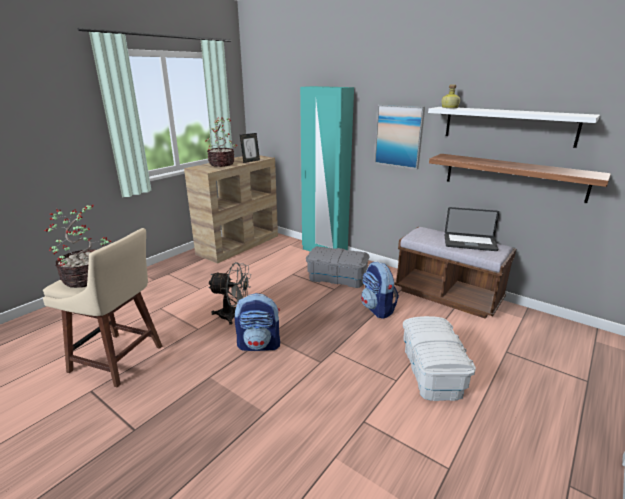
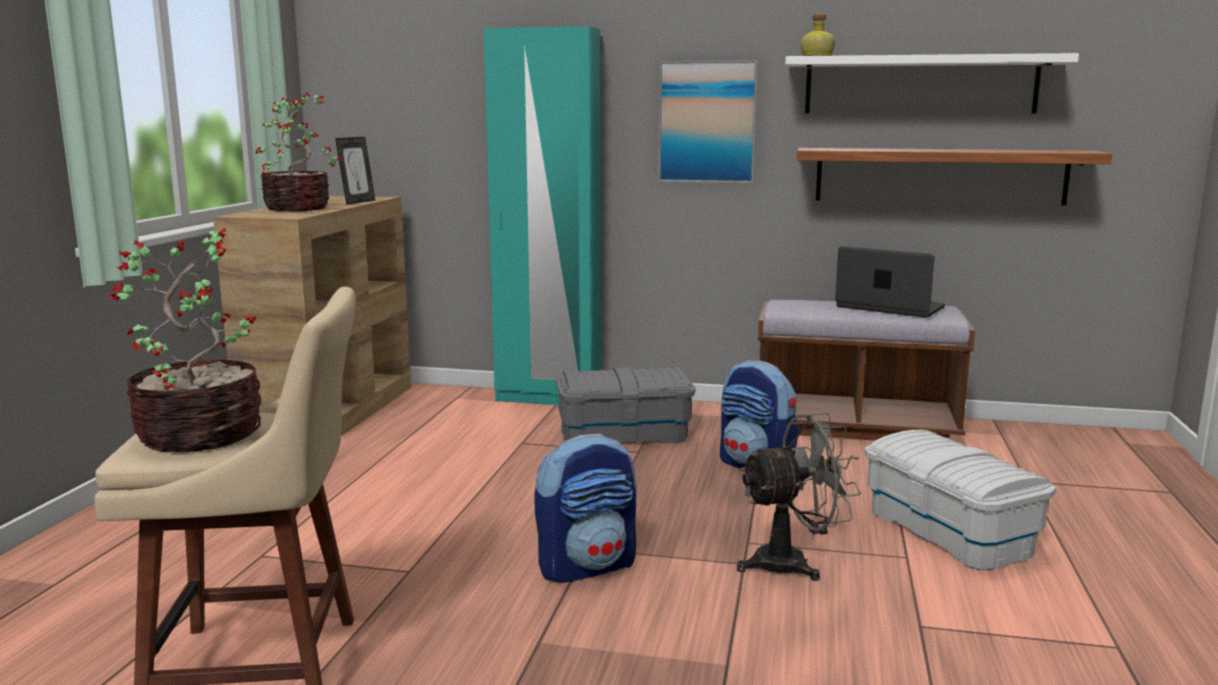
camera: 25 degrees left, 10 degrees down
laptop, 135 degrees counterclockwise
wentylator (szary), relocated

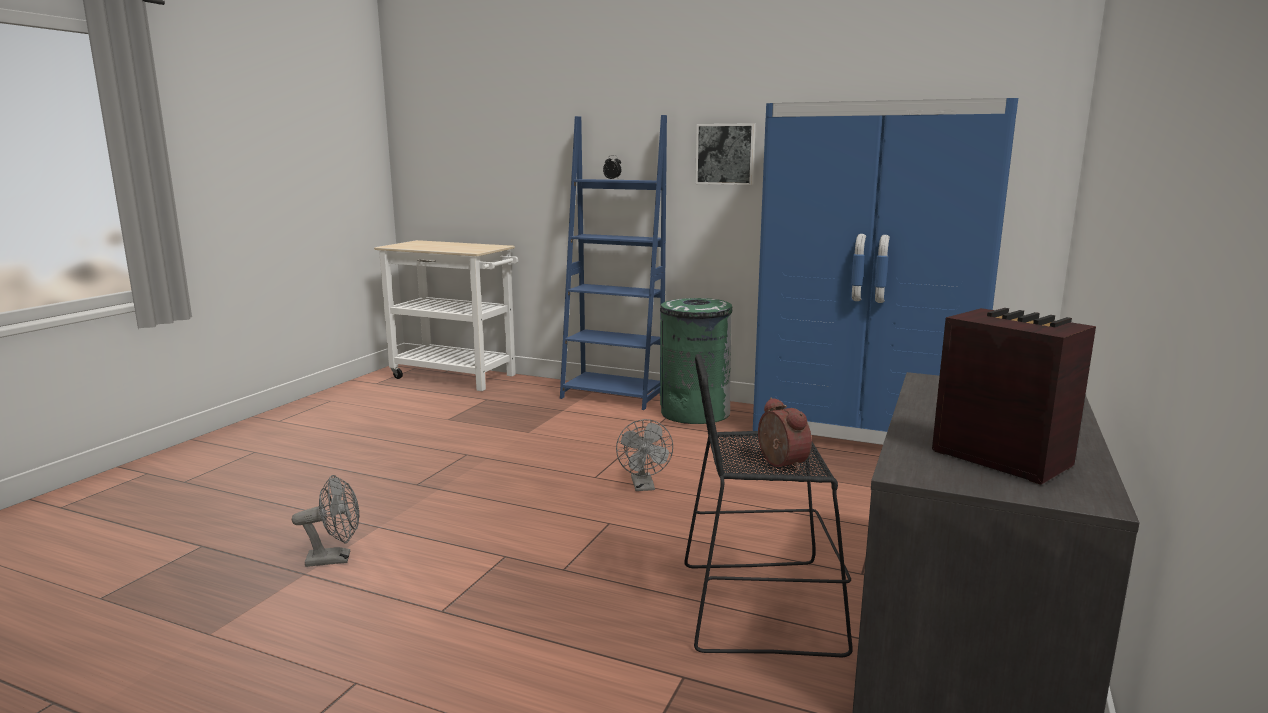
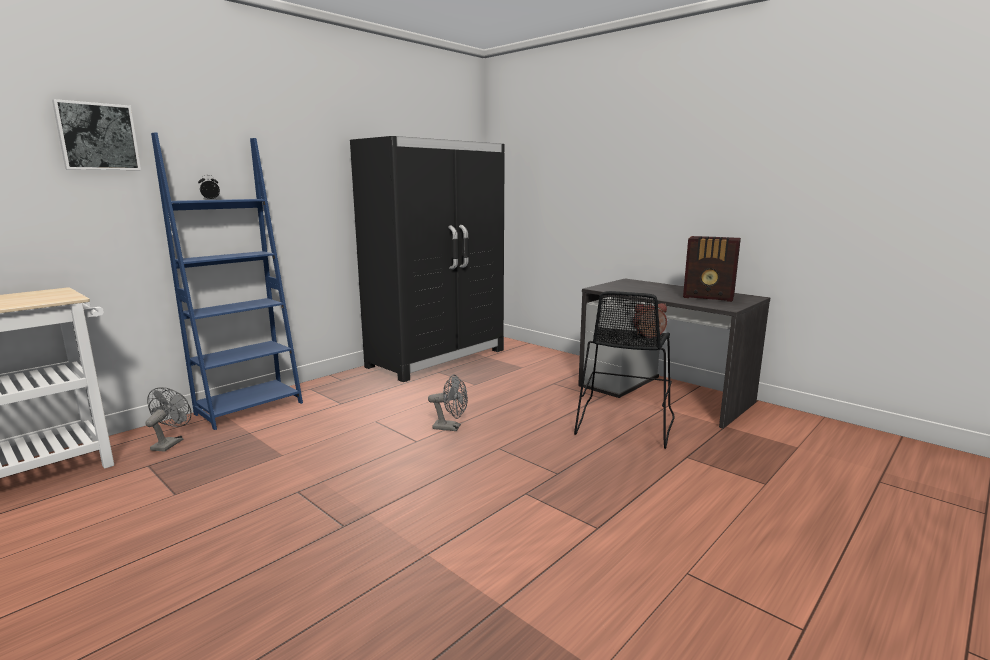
camera: 70 degrees left, 0 degrees up
szafka (niebieski) => szafka (czarny)
obraz, relocated
kosz na śmieci (zielony) => nothing
radio, 135 degrees counterclockwise
wentylator (szary) (no. 1 from left), relocated

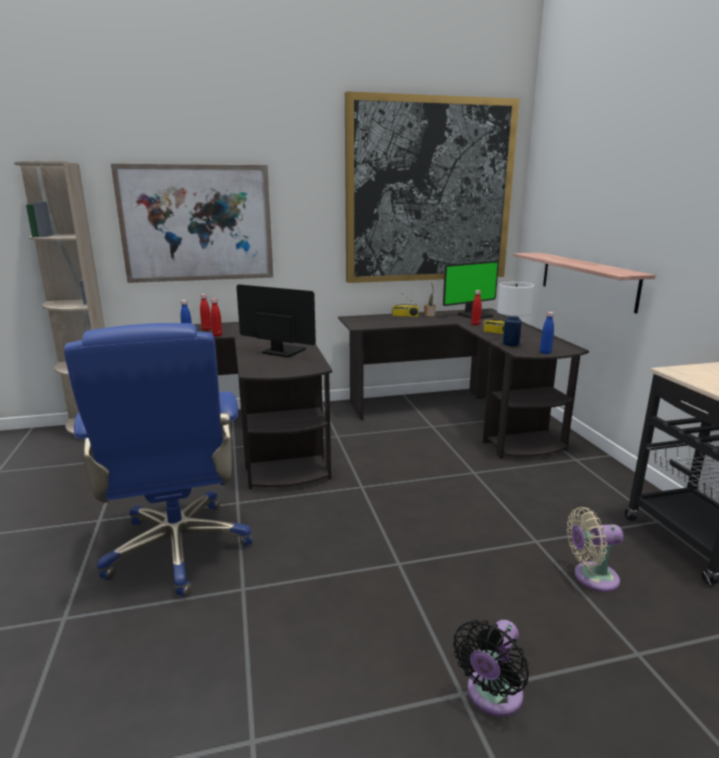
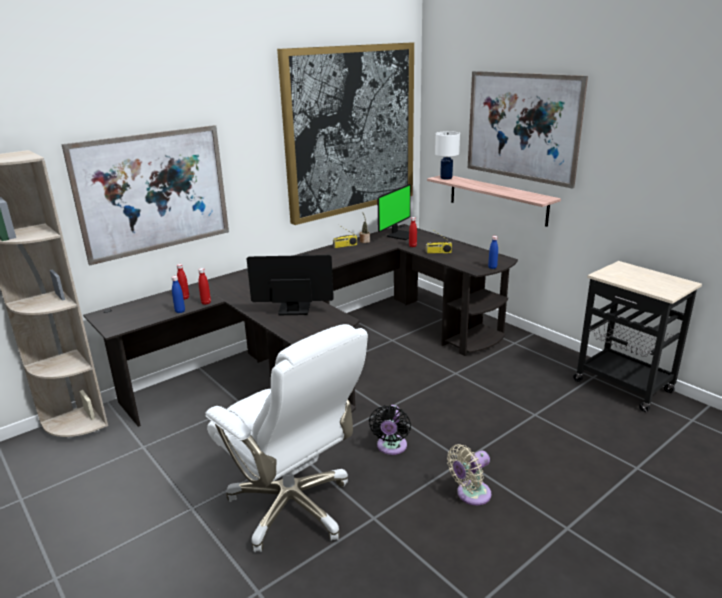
camera: 25 degrees left, 5 degrees up
lampa stołowa (biały), relocated
krzesło biurowe (niebieski) => krzesło biurowe (biały)
wentylator (beżowy), relocated
wentylator (czarny), relocated
nothing => obraz (no. 3 from left)

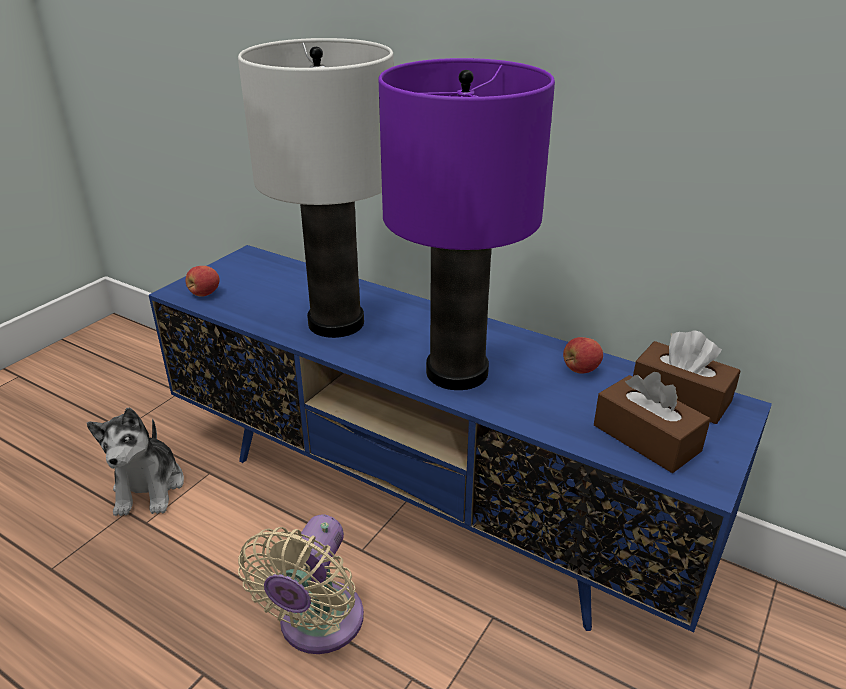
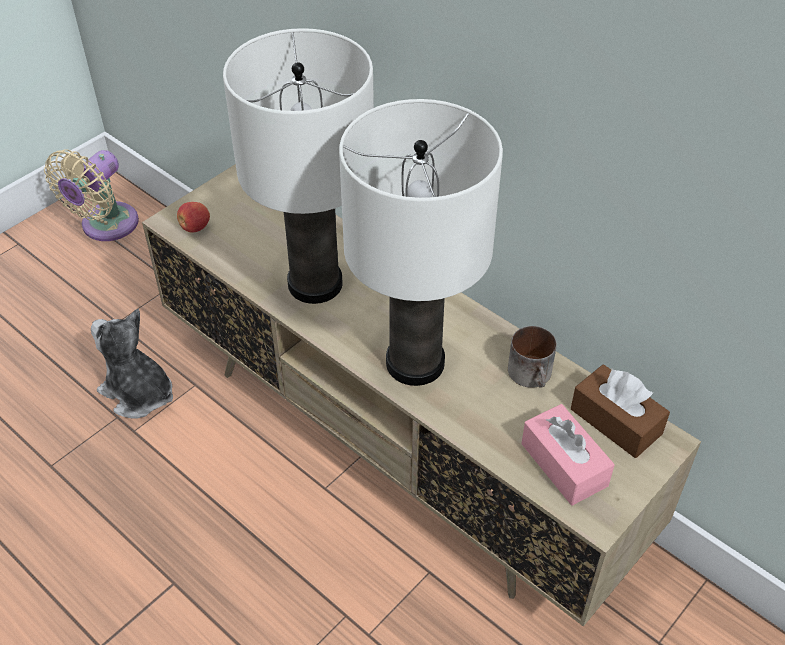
camera: 10 degrees right, 15 degrees up
lampa stołowa (fioletowy) => lampa stołowa (biały) (no. 2 from left)
szafka pod telewizor (niebieski) => szafka pod telewizor (beżowy)
jabłko (no. 2 from left) => kubek
pudełko chusteczek (brązowy) (no. 1 from left) => pudełko chusteczek (różowy)
pluszak, 120 degrees clockwise
wentylator (beżowy), relocated

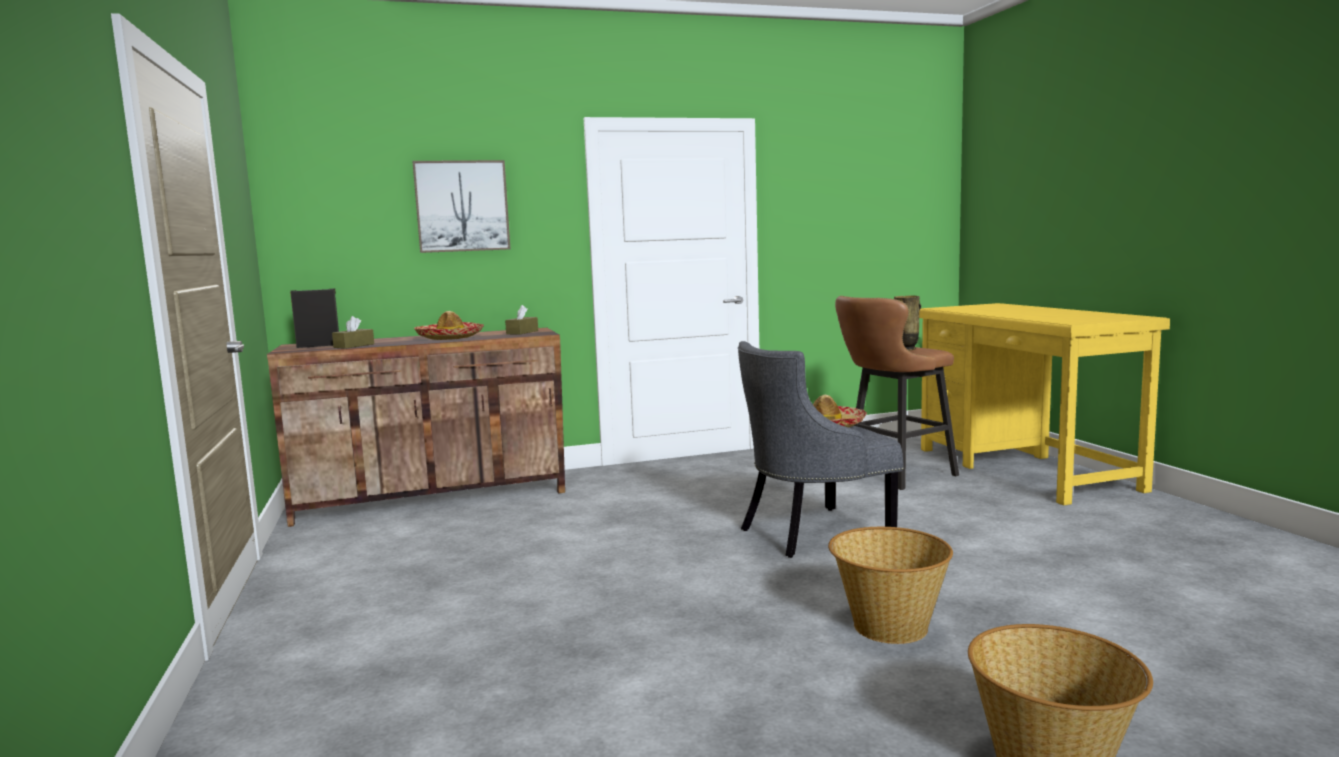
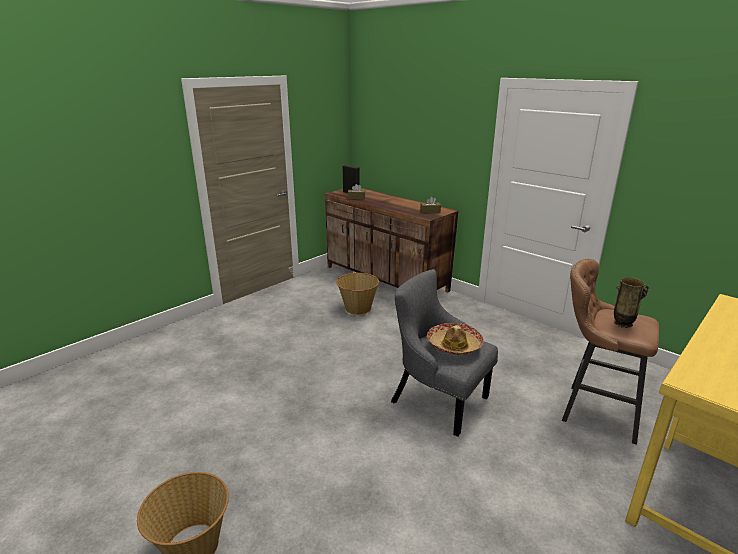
camera: 60 degrees right, 15 degrees up
obraz => nothing
kapelusz (no. 1 from left) => nothing
koszyk (no. 1 from left in the first image) => koszyk (no. 2 from left), relocated

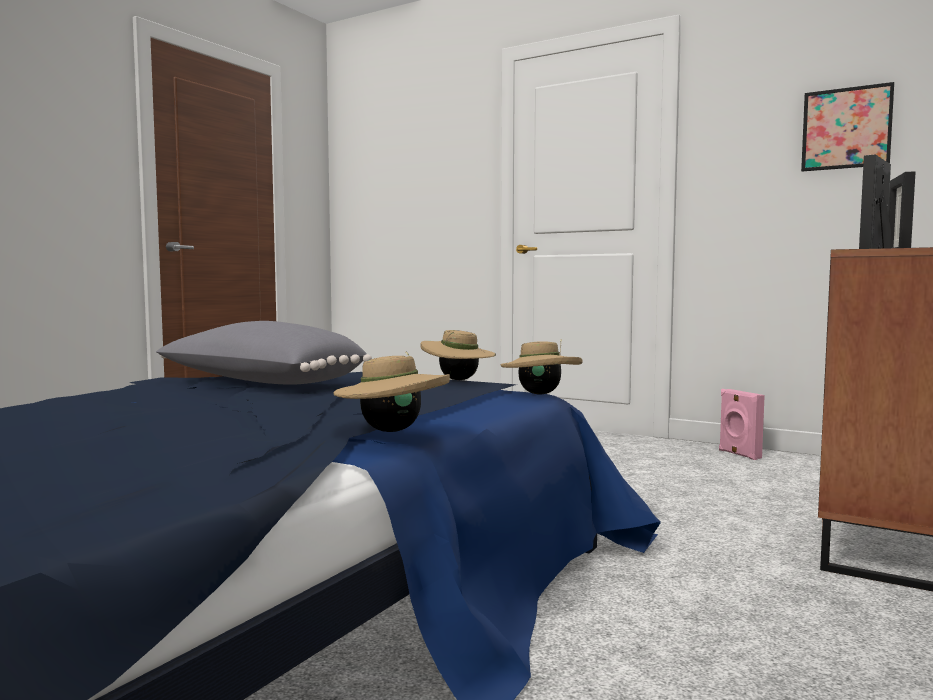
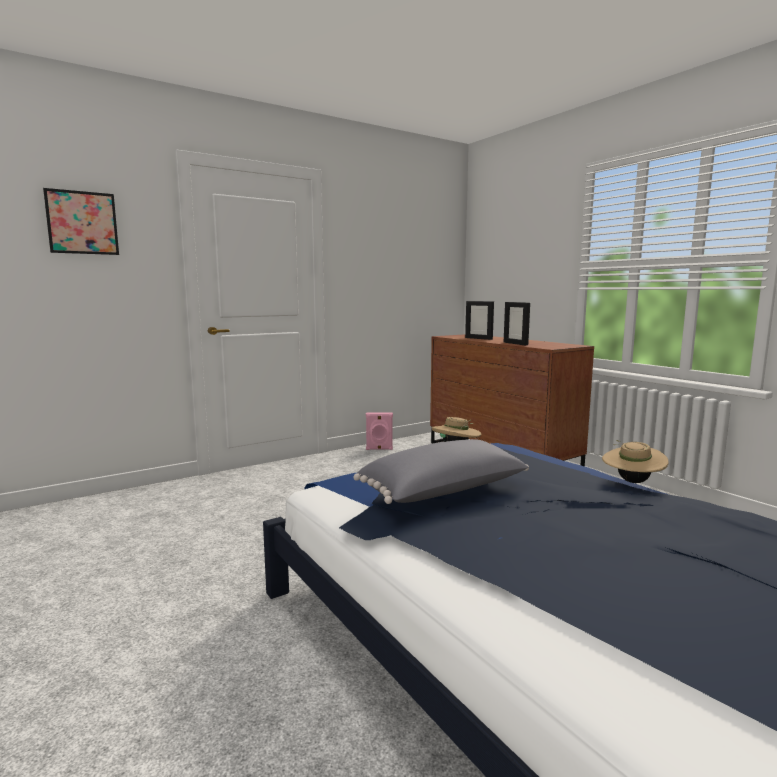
camera: 65 degrees left, 5 degrees up
obraz, relocated
kapelusz (beżowy) (no. 3 from left) => nothing

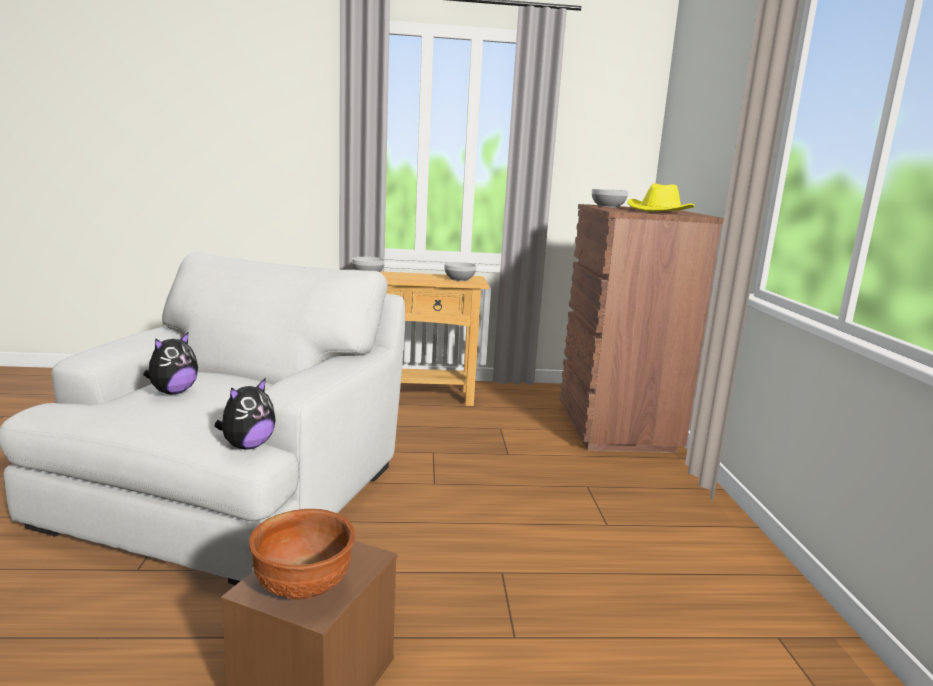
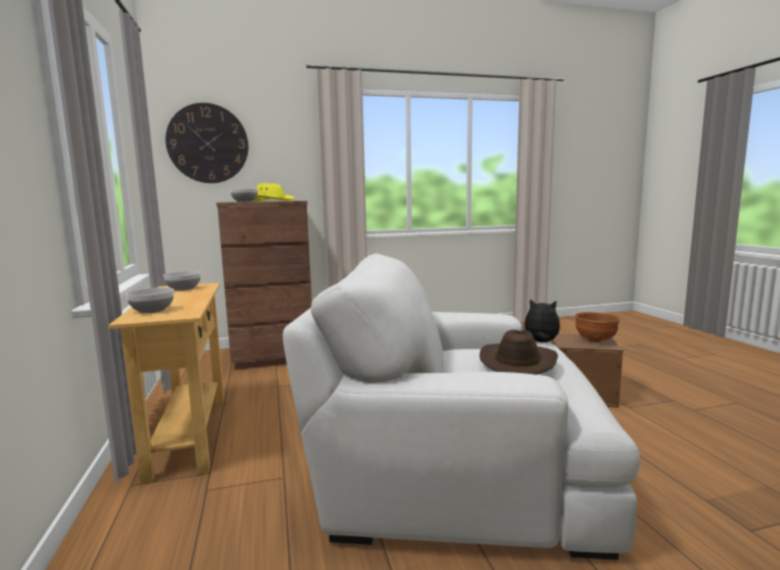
camera: 100 degrees left, 5 degrees down
pluszak (no. 1 from left) => kapelusz (brązowy)
nothing => zegar ścienny

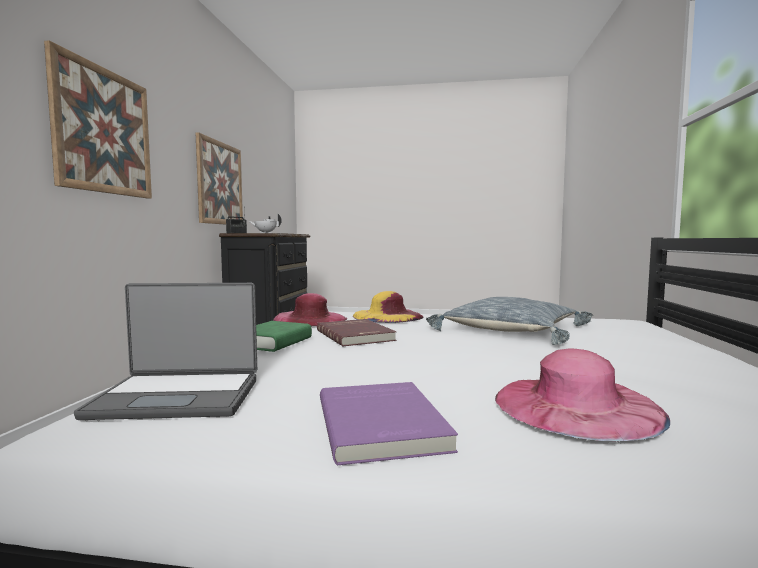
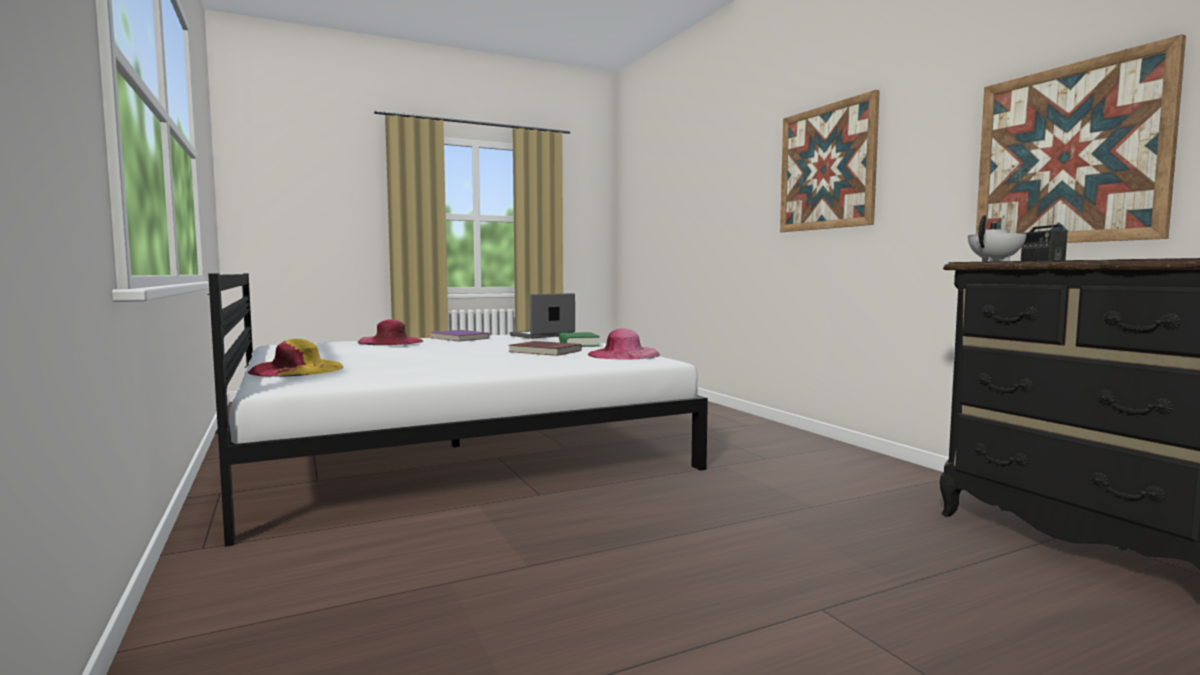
camera: 145 degrees right, 0 degrees up
kapelusz (żółty), relocated
poduszka => nothing

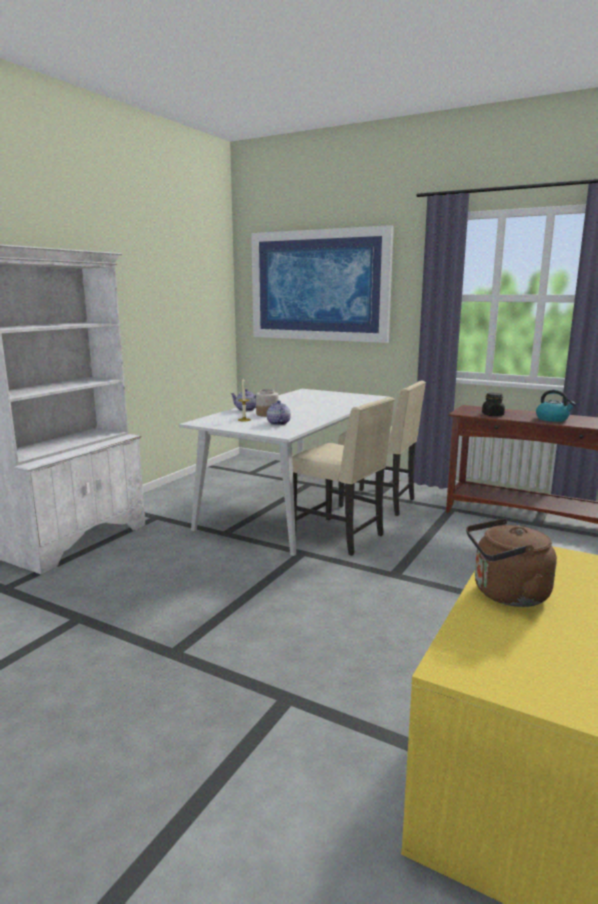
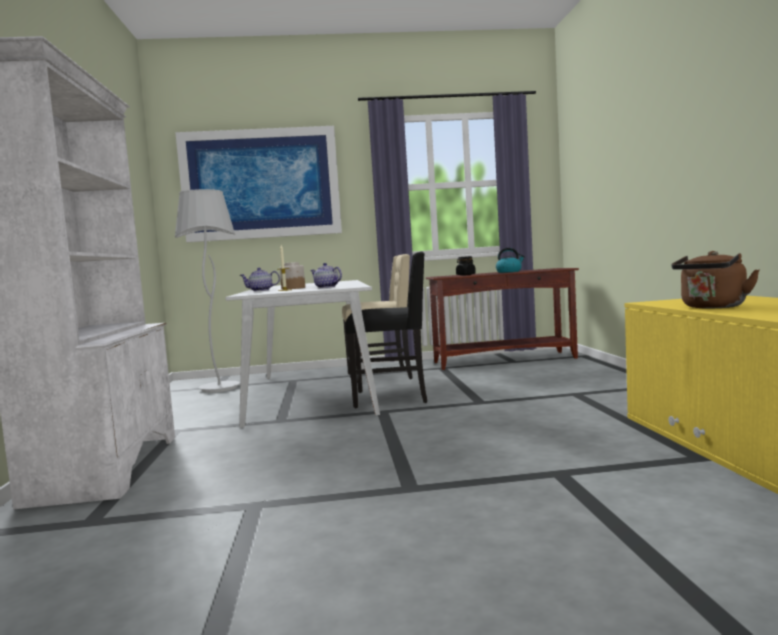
camera: 35 degrees left, 10 degrees down
krzesło (beżowy) (no. 1 from left) => krzesło (czarny)
nothing => lampa stojąca (biały)

